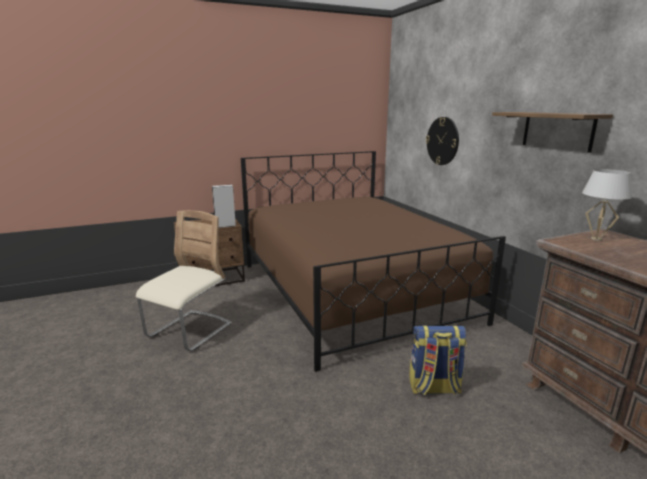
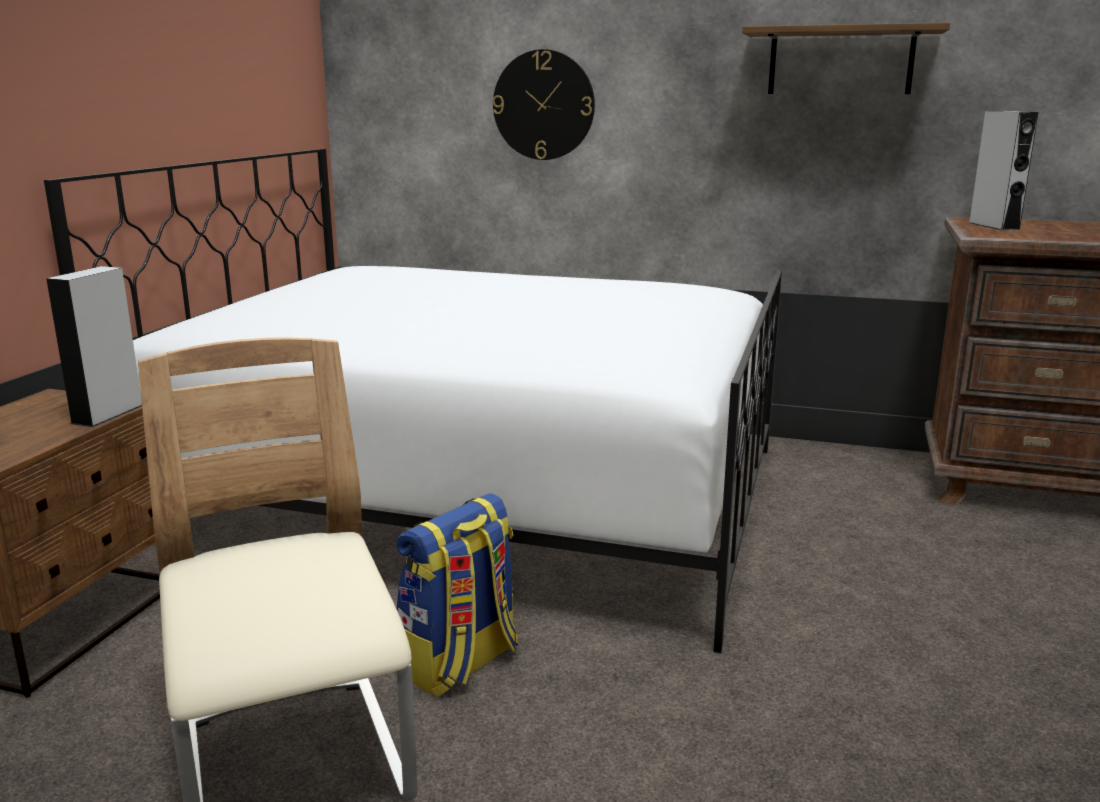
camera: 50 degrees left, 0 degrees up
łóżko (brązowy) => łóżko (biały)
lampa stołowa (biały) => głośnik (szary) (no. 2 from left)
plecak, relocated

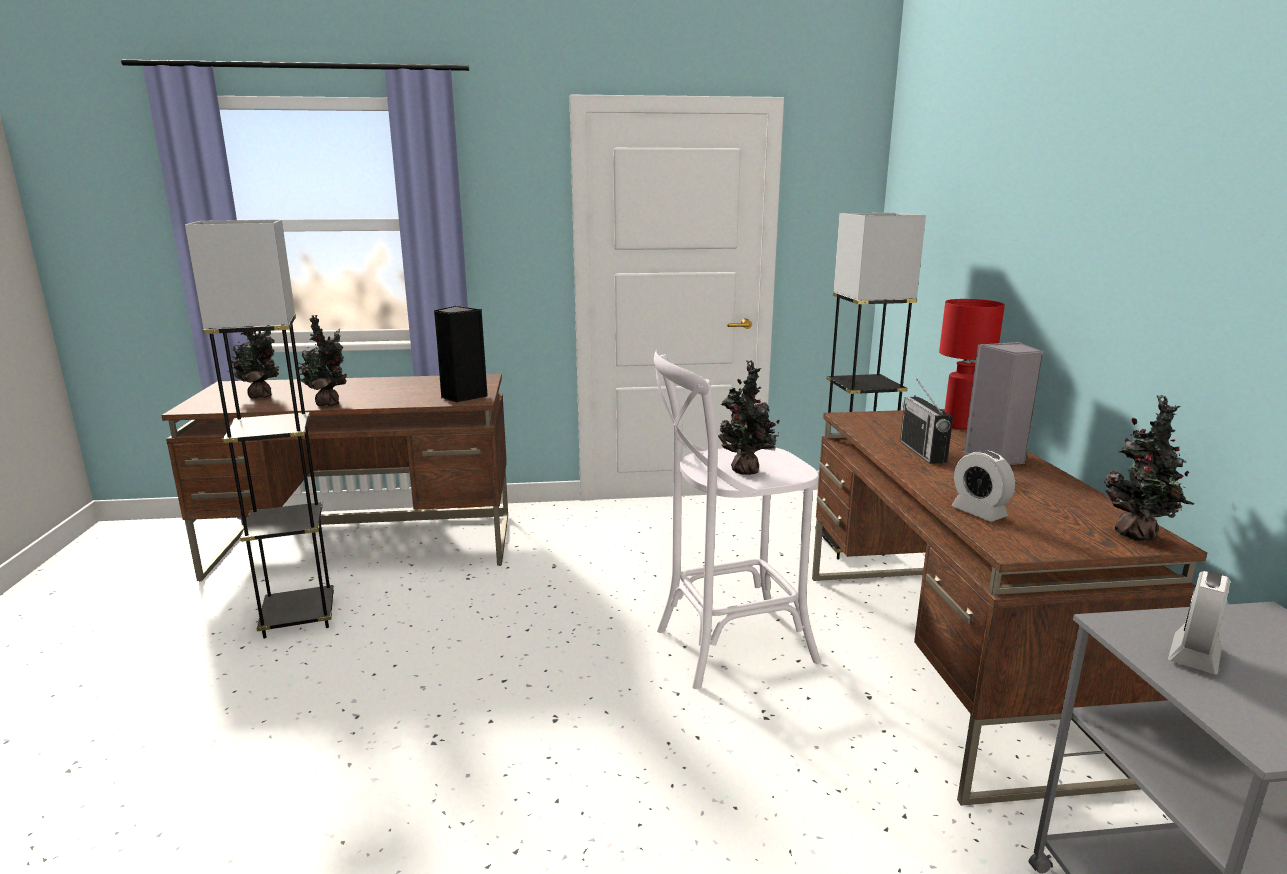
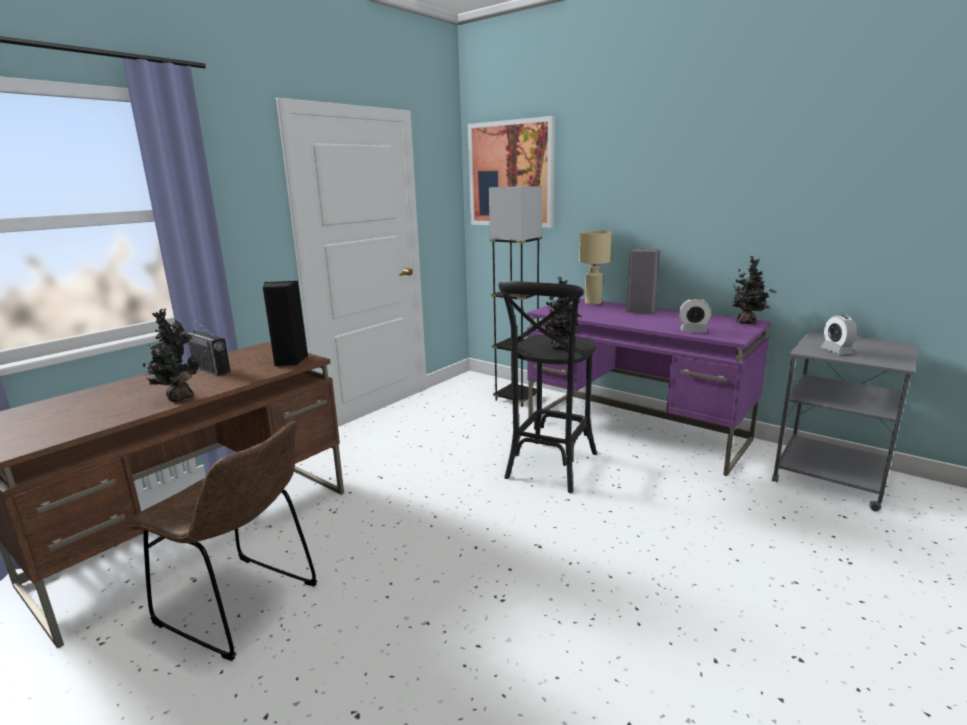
camera: 45 degrees left, 0 degrees up
lampa stojąca (szary) (no. 1 from left) => krzesło (brązowy)
lampa stołowa (czerwony) => lampa stołowa (beżowy)
roślina doniczkowa (no. 1 from left) => nothing
stołek (biały) => stołek (czarny)
radio, relocated
biurko (brązowy) (no. 2 from left) => biurko (fioletowy)
nothing => obraz

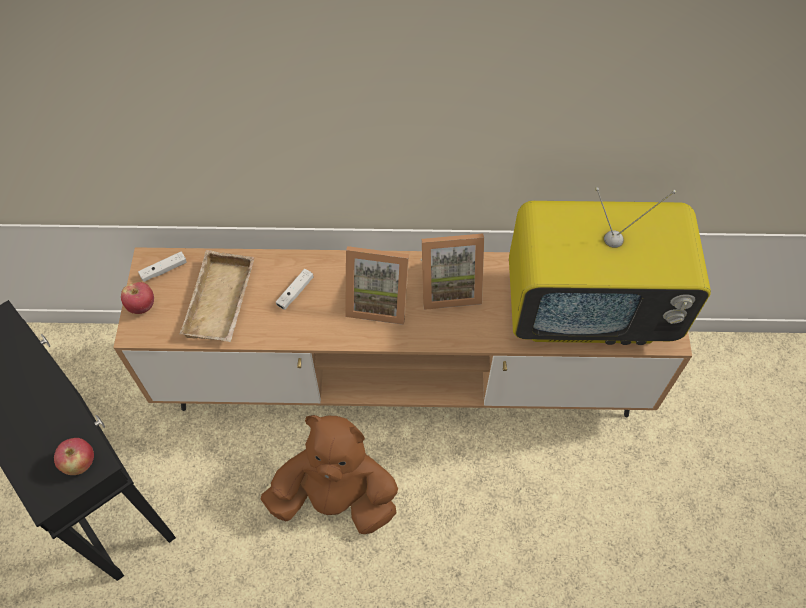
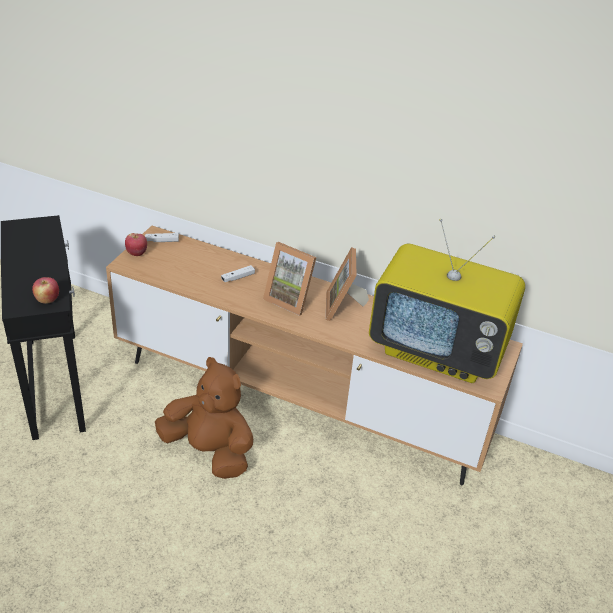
camera: 20 degrees right, 20 degrees down
ramka na zdjęcie (no. 2 from left), 75 degrees clockwise
taca (beżowy) => nothing

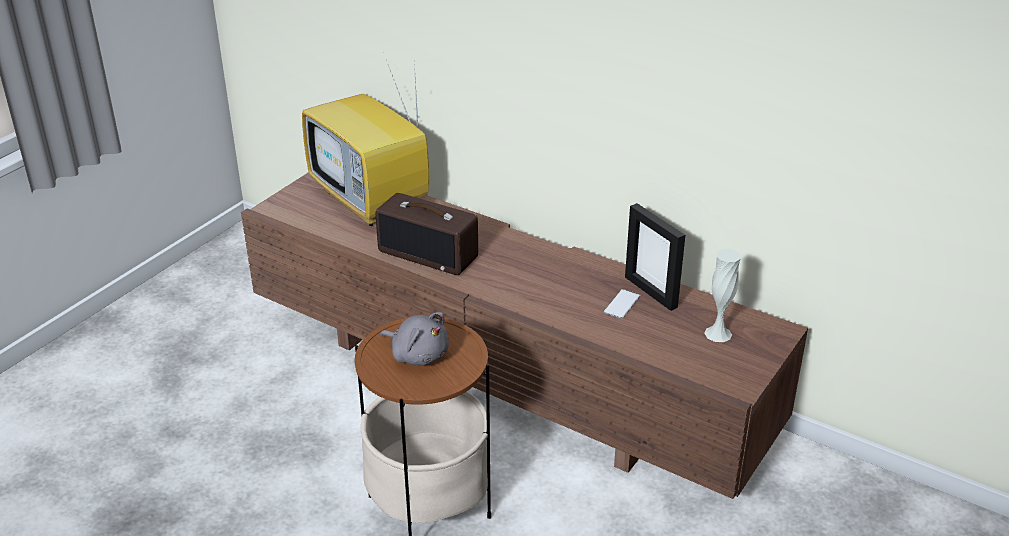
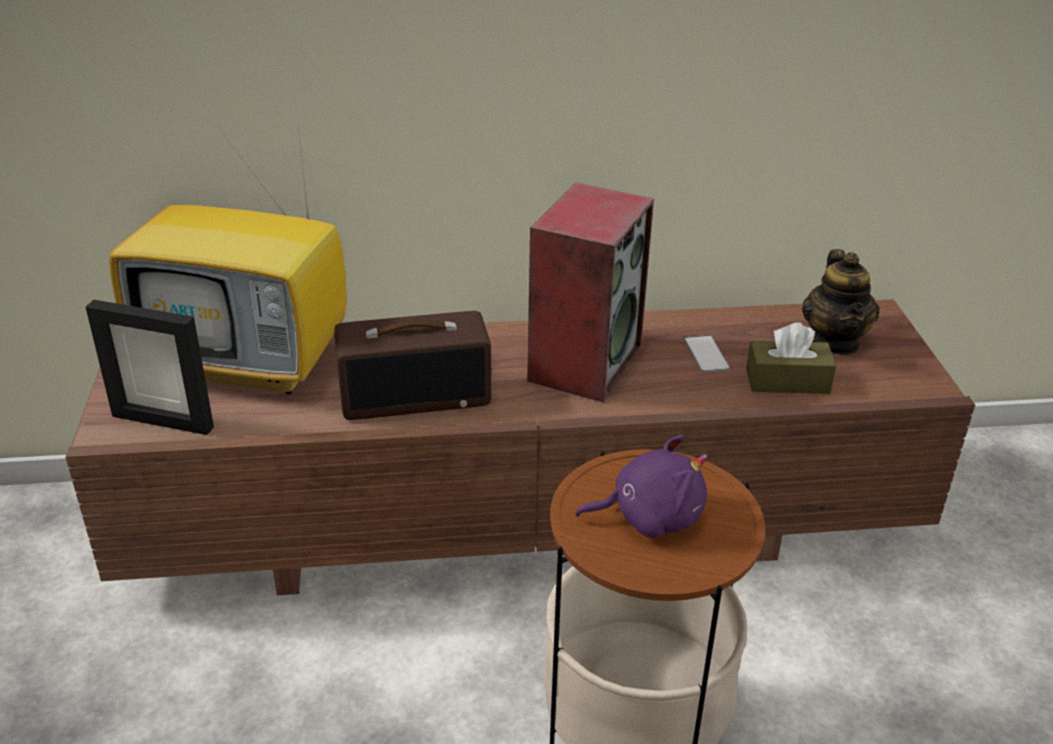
camera: 40 degrees left, 0 degrees up
ramka na zdjęcie, relocated
wazon (biały) => imbryk
pluszak (szary) => pluszak (fioletowy)
nothing => głośnik
nothing => pudełko chusteczek (brązowy)

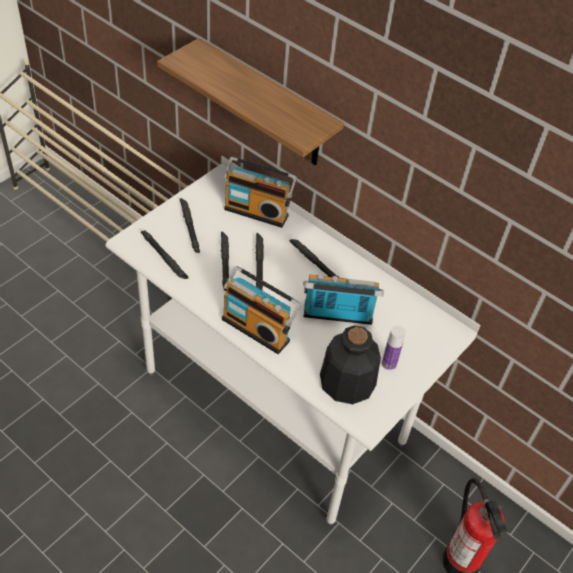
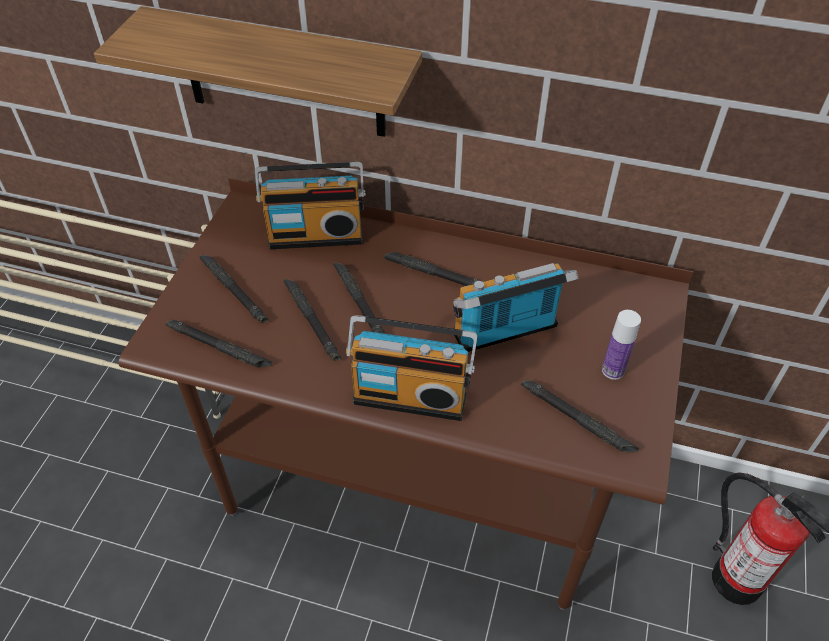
camera: 20 degrees left, 0 degrees up
biurko (biały) => biurko (brązowy)
butelka (no. 1 from left) => latarka (czarny) (no. 6 from left)

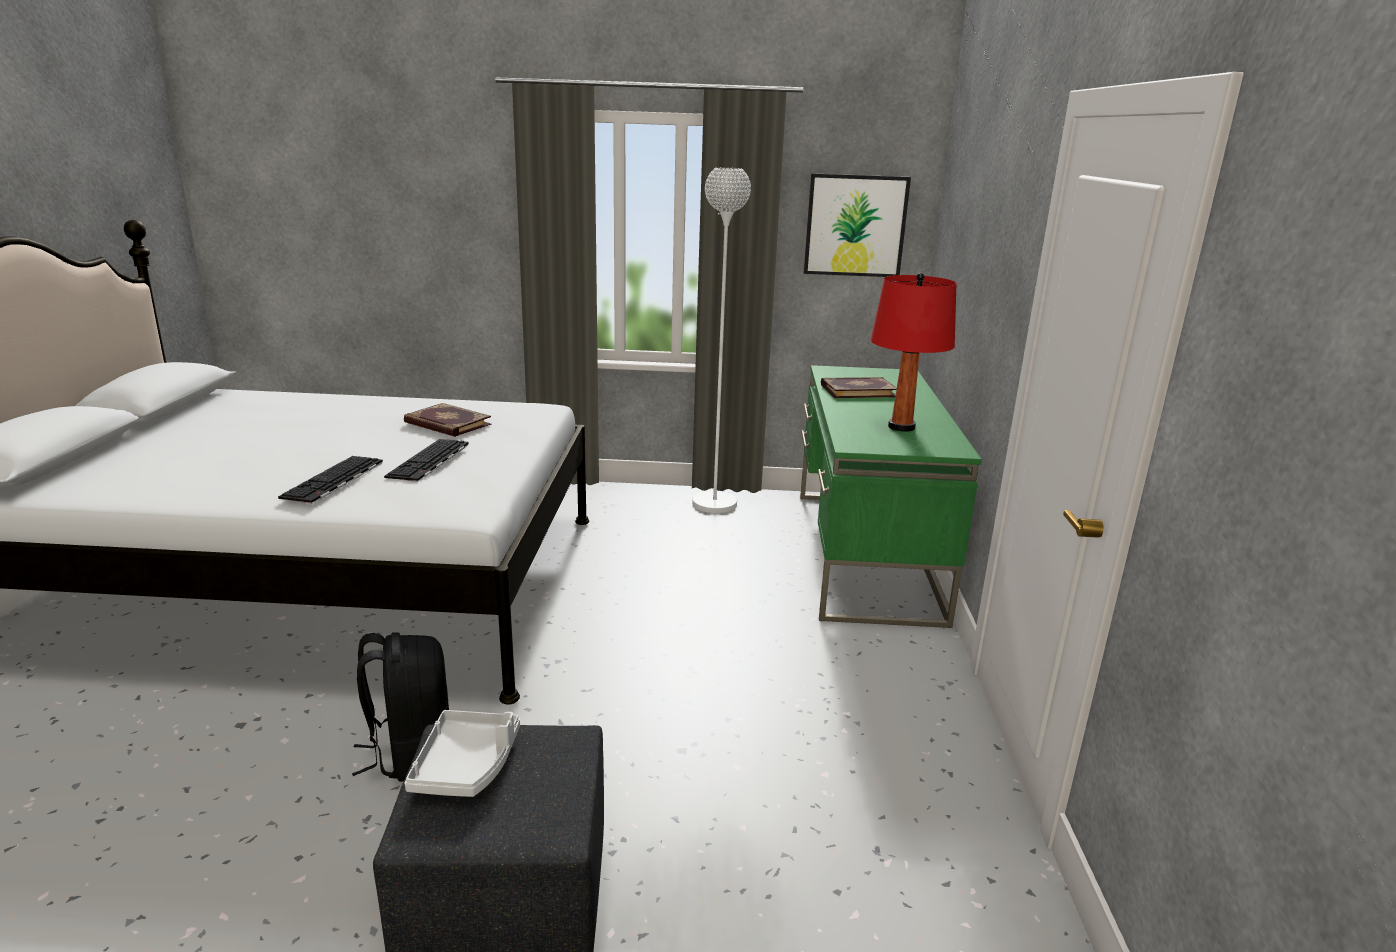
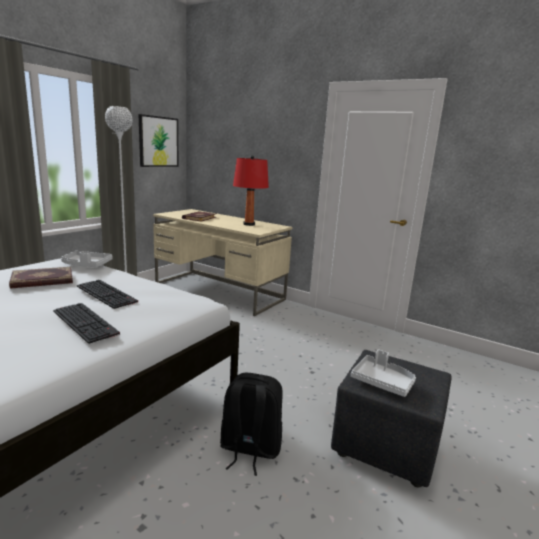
camera: 60 degrees left, 5 degrees down
biurko (zielony) => biurko (beżowy)
nothing => taca (szary) (no. 1 from left)

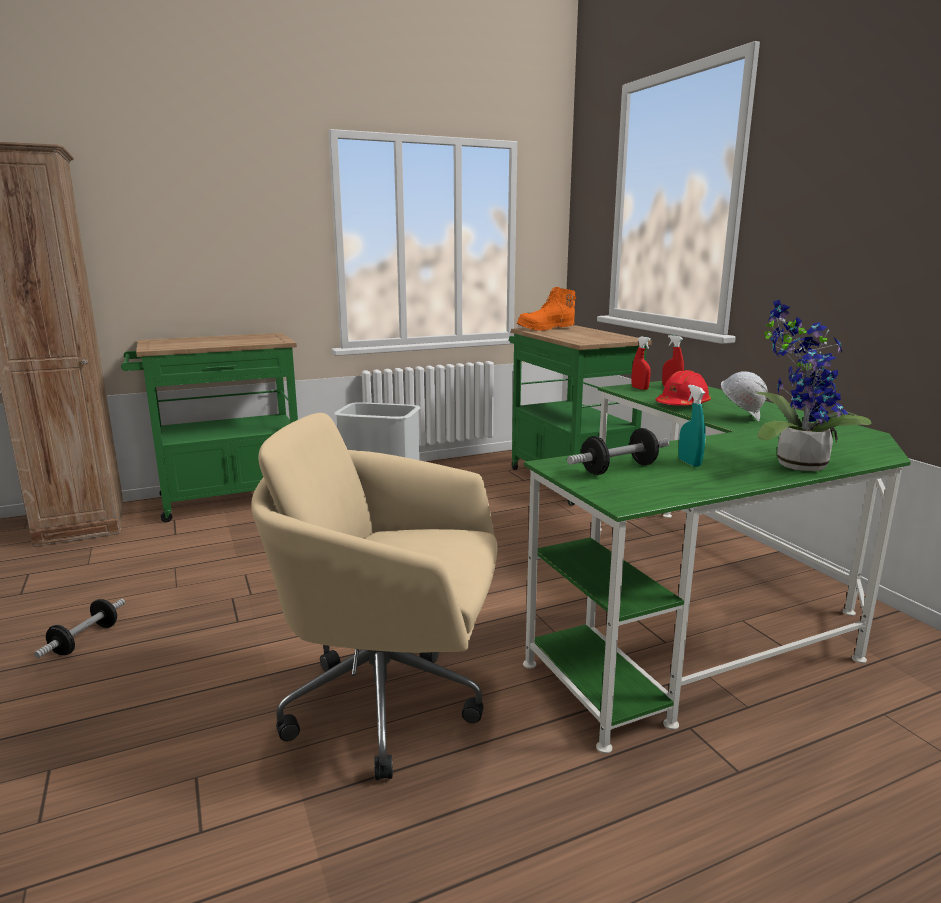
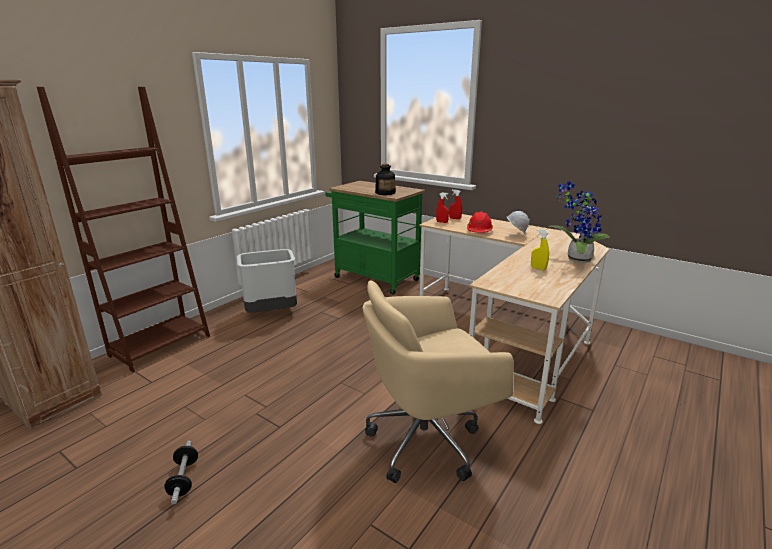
camera: 30 degrees left, 5 degrees up
but z cholewką (pomarańczowy) => nothing
wózek (zielony) (no. 1 from left) => regał (brązowy)
biurko (zielony) => biurko (beżowy)
spryskiwacz (turkusowy) => spryskiwacz (żółty)
hantel (no. 2 from left) => nothing
nothing => butelka

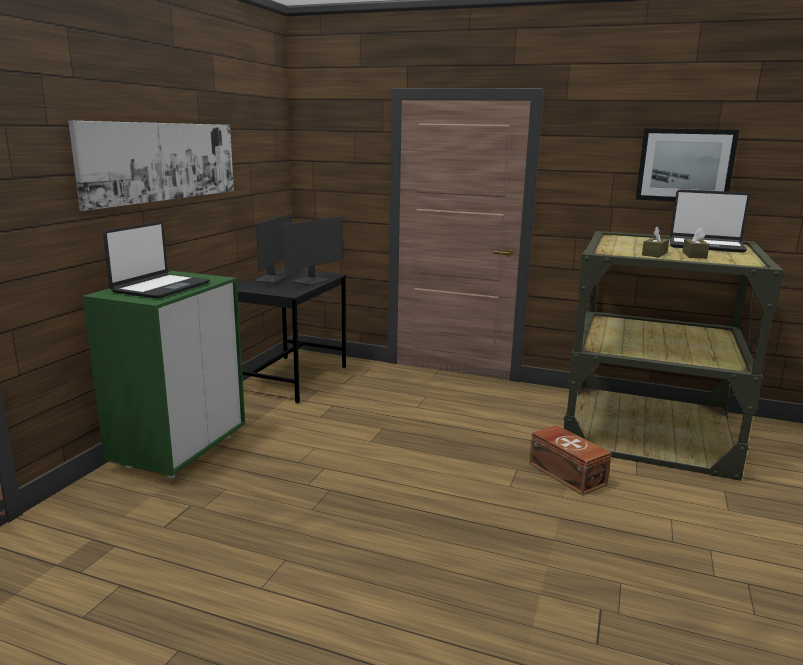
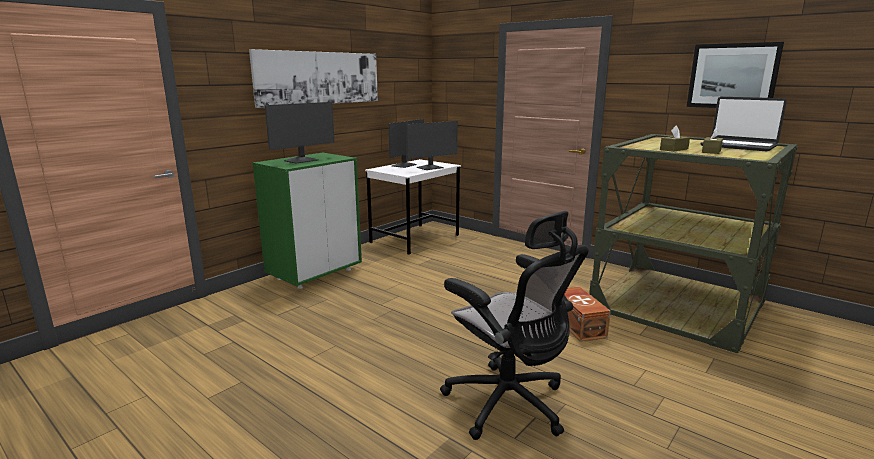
camera: 20 degrees right, 0 degrees up
laptop (no. 1 from left) => monitor (no. 1 from left)
biurko (czarny) => biurko (biały)
nothing => krzesło biurowe

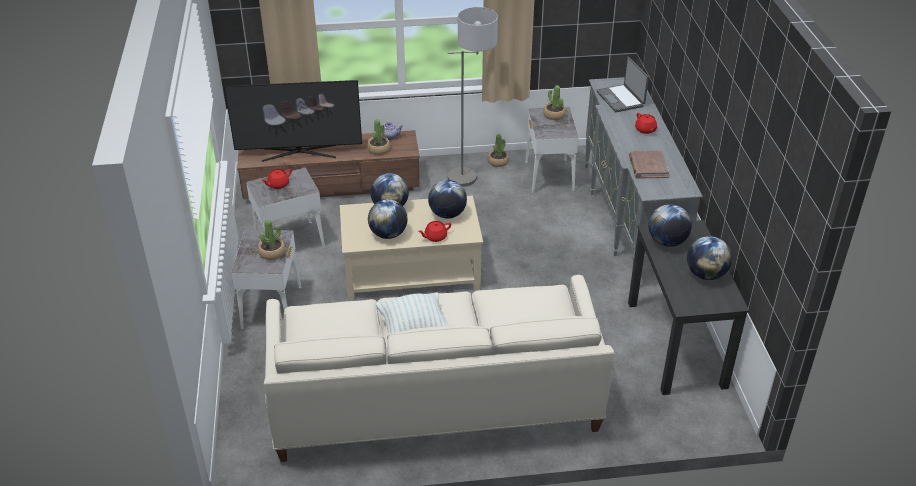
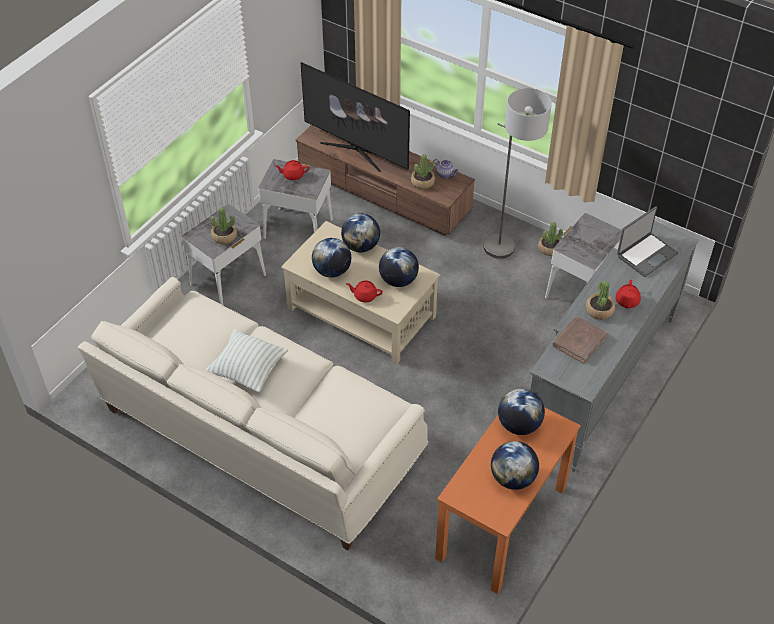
camera: 40 degrees right, 10 degrees up
laptop, 150 degrees counterclockwise
roślina doniczkowa (no. 4 from left), relocated
biurko (czarny) => biurko (pomarańczowy)

